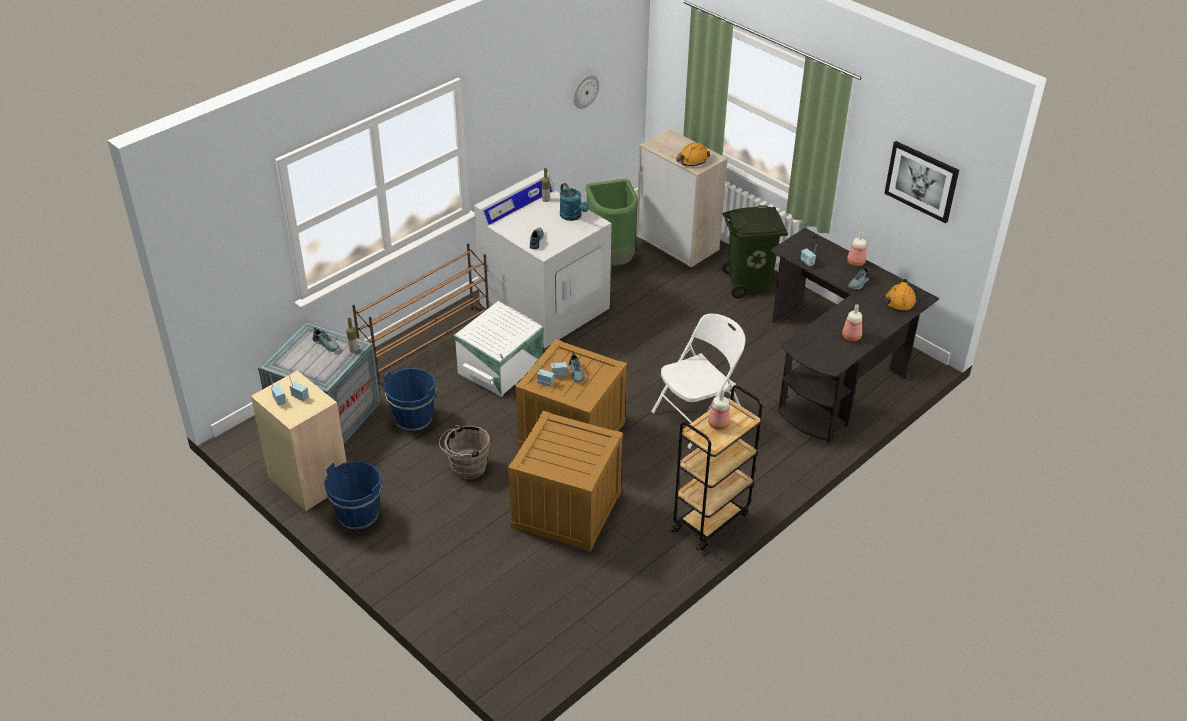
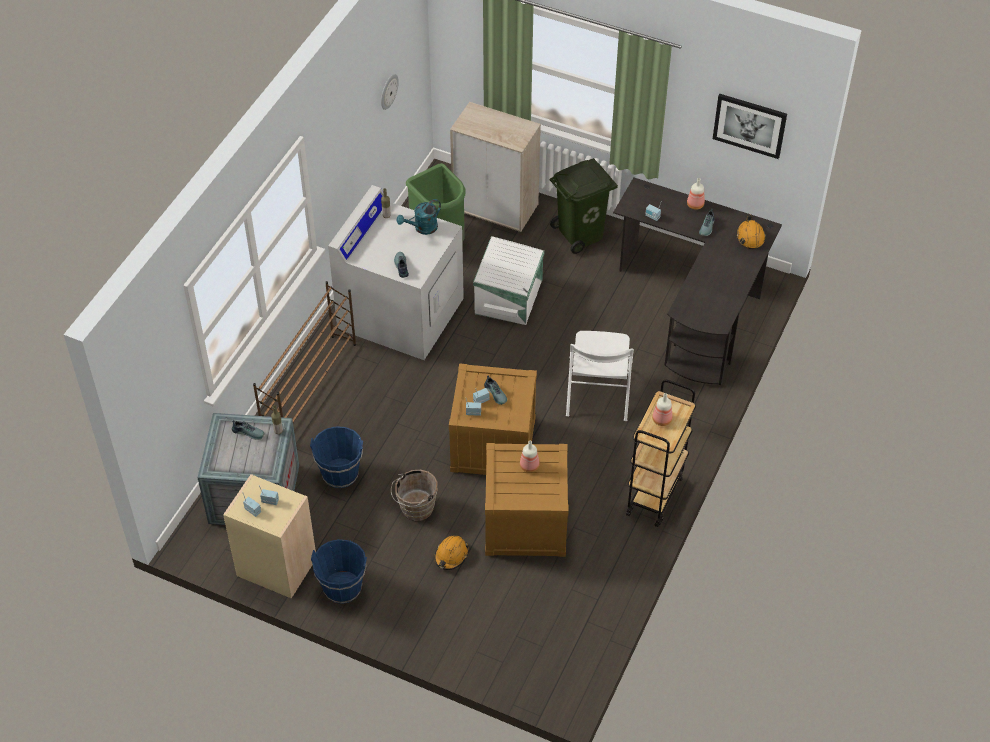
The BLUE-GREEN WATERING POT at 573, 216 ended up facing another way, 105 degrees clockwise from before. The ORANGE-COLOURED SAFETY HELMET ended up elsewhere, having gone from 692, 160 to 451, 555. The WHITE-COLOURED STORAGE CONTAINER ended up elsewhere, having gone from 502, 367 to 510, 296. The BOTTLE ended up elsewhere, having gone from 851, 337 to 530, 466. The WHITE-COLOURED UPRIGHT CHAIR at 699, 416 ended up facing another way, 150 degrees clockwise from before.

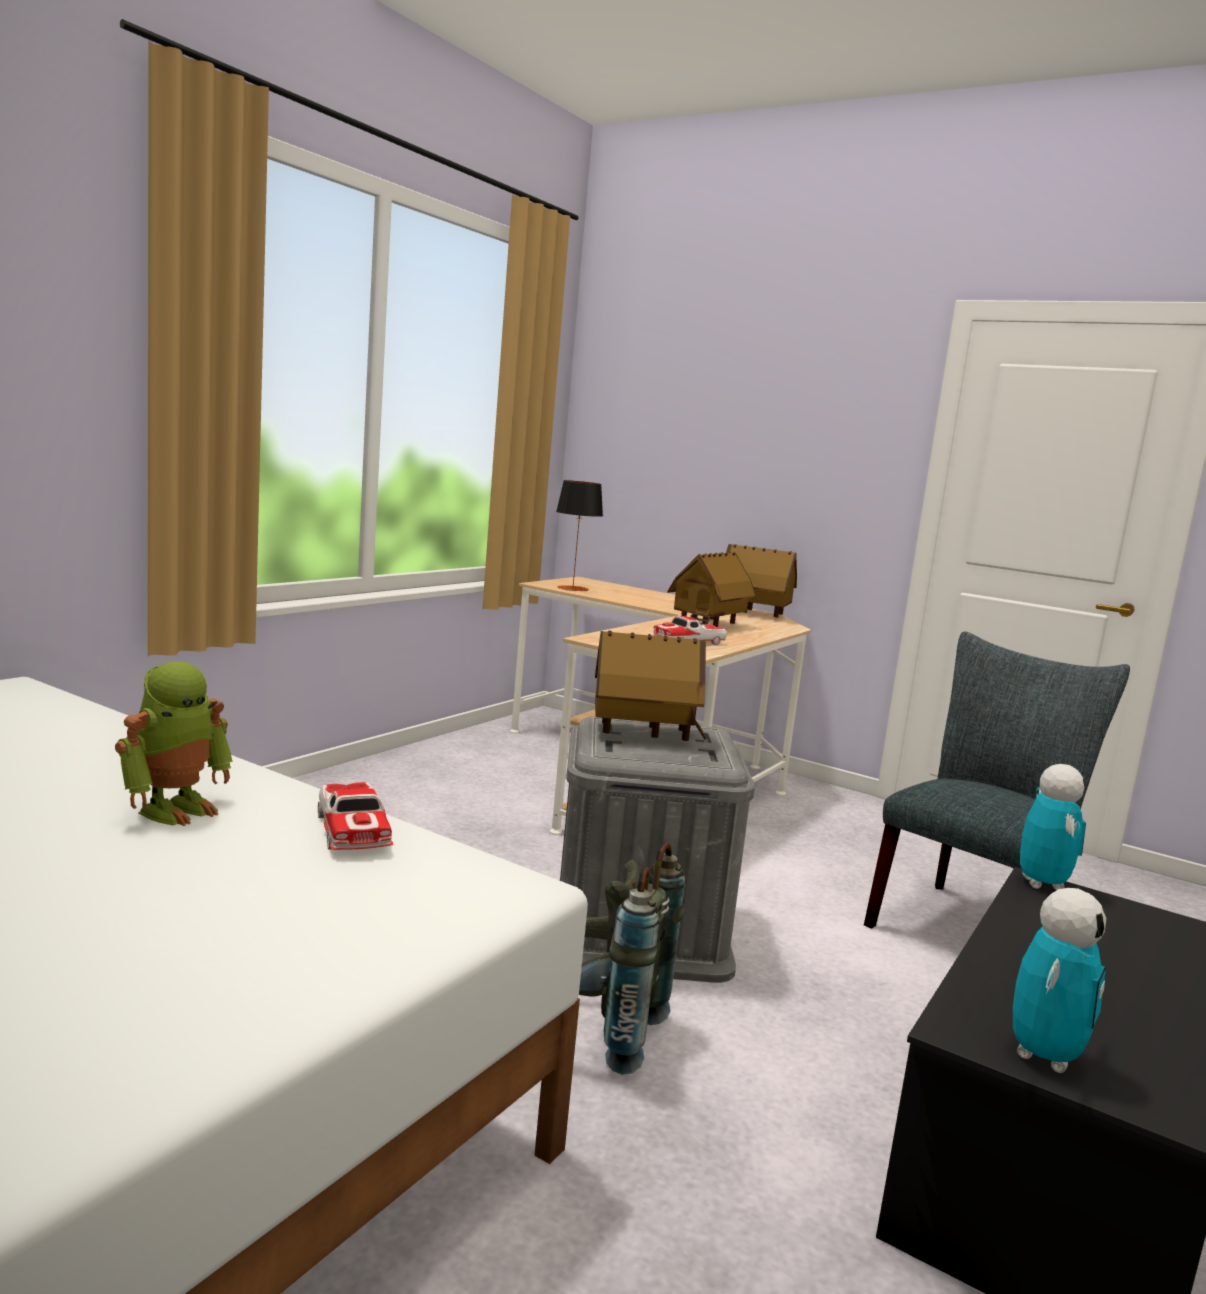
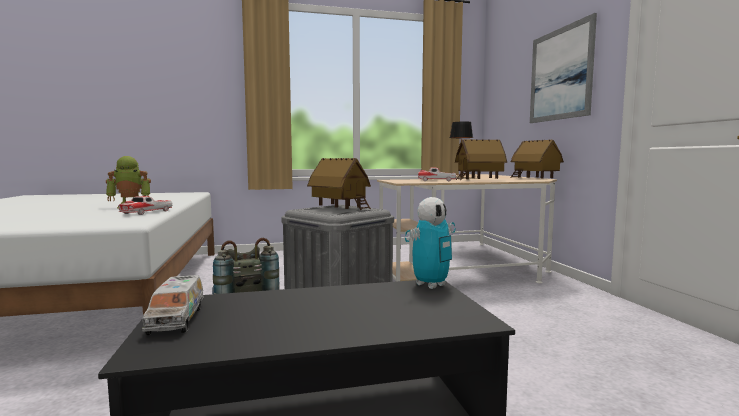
Where the TOY ROBOT stood at 1044, 1056, the MODEL TRUCK came to stand at 176, 319. The second view gained the WALL PICTURE at 560, 74. The second view lost the GREY UPRIGHT CHAIR at 970, 925.

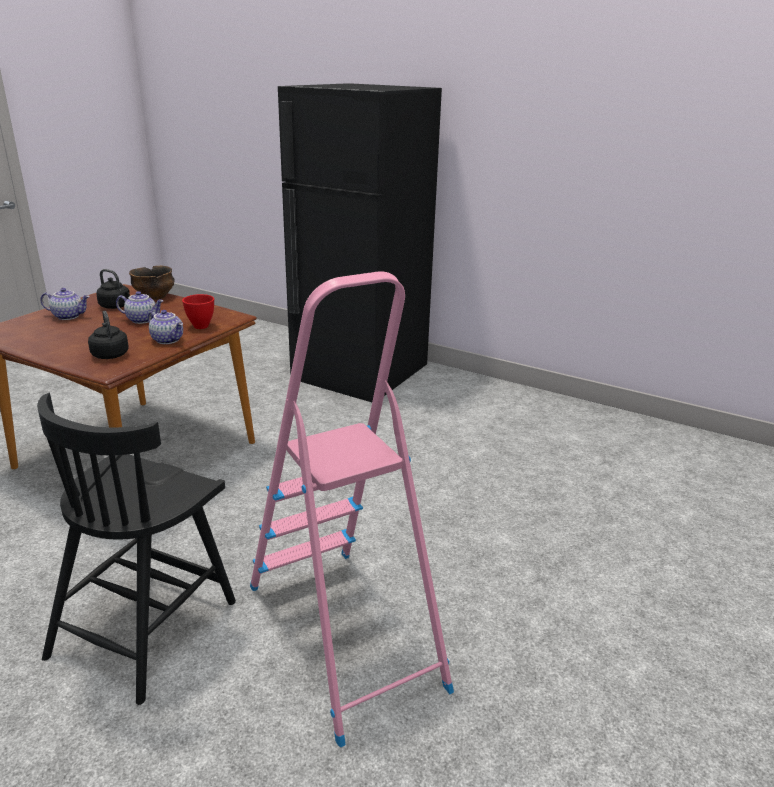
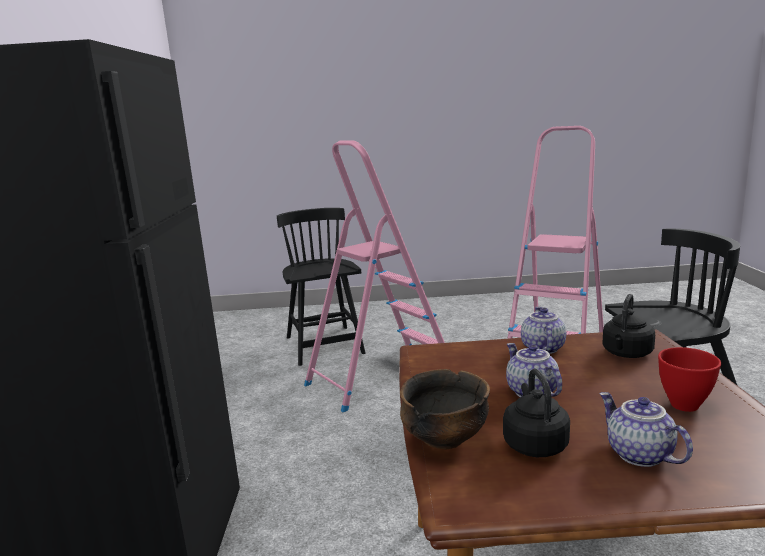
The second view gained the BLACK UPRIGHT CHAIR at 325, 346. The second view gained the PINK STEPLADDER at 381, 375. The RED-COLOURED DEEP DISH ended up elsewhere, having gone from 201, 326 to 683, 405.

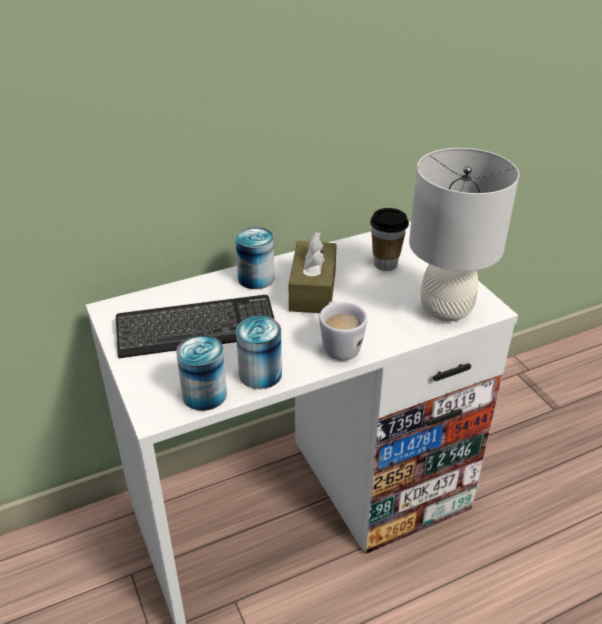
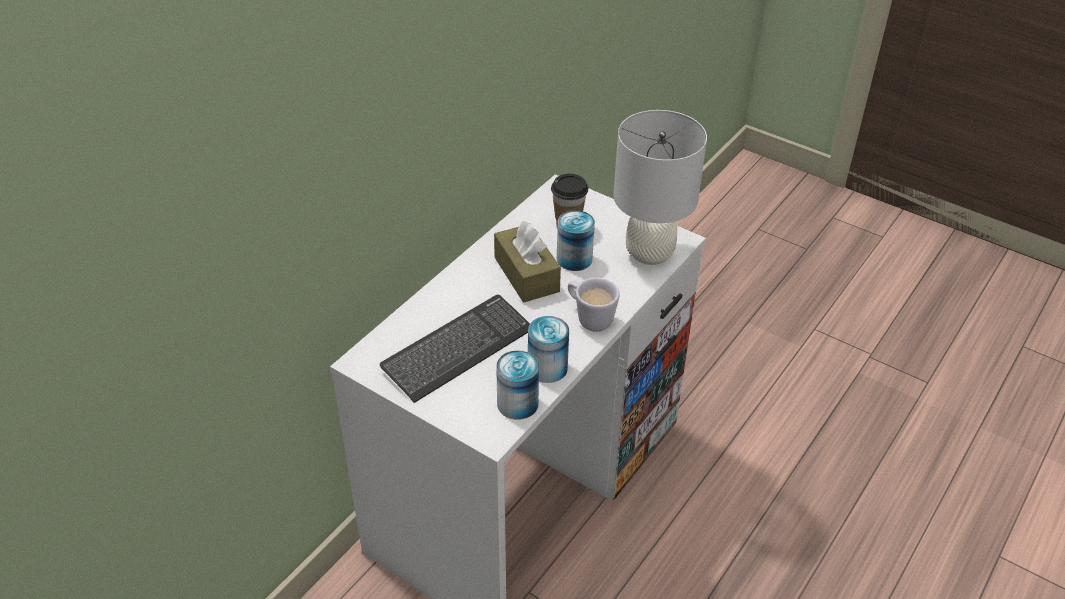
The METAL CAN ended up elsewhere, having gone from 256, 278 to 574, 259.

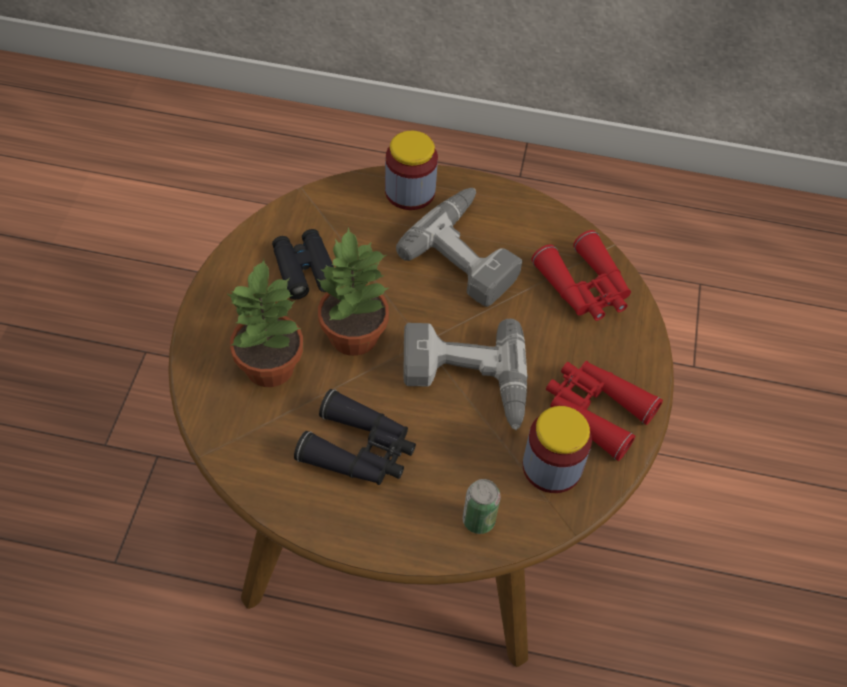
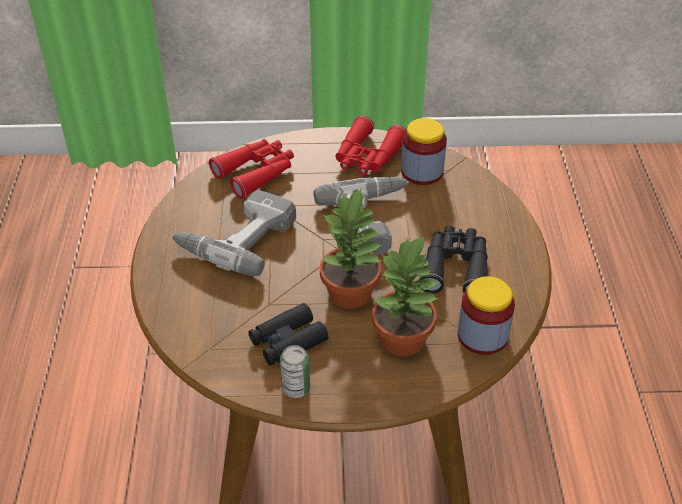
The METAL CAN ended up elsewhere, having gone from 478, 520 to 296, 388. The PRESERVE JAR ended up elsewhere, having gone from 410, 192 to 482, 335.

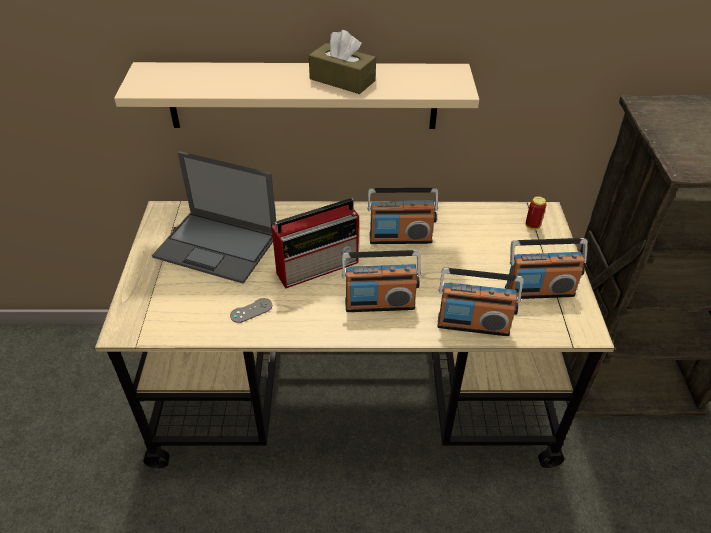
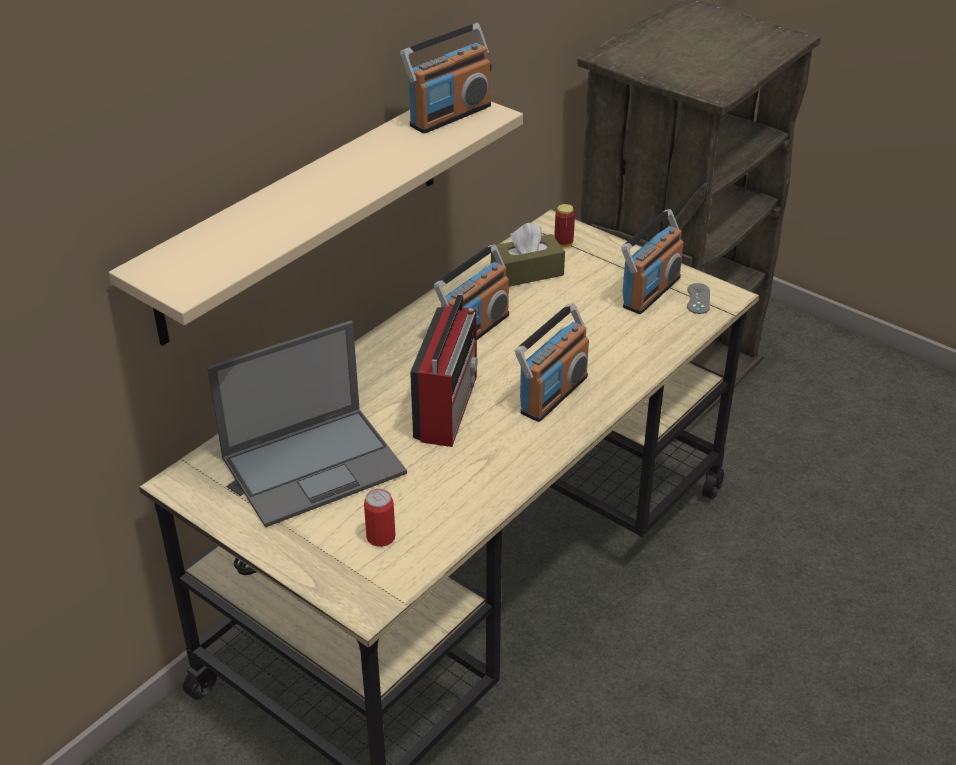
The second view gained the METAL CAN at 381, 537. The RADIO ended up elsewhere, having gone from 473, 324 to 449, 115. The BROWNISH TISSUE HOLDER ended up elsewhere, having gone from 342, 80 to 527, 272. The GREY GAMEPAD ended up elsewhere, having gone from 251, 310 to 698, 299.

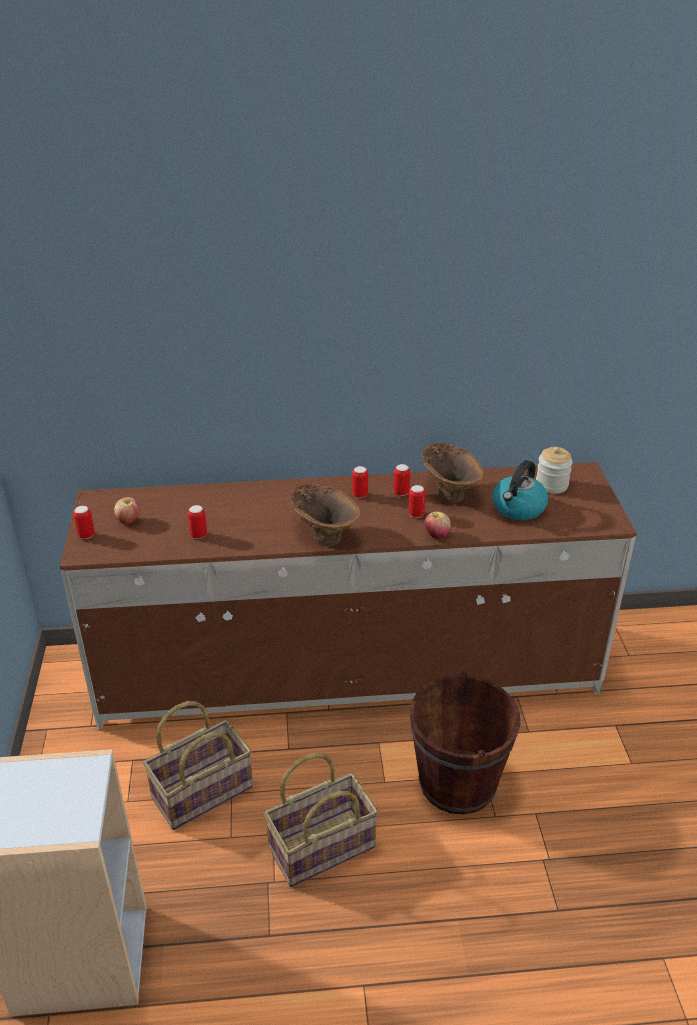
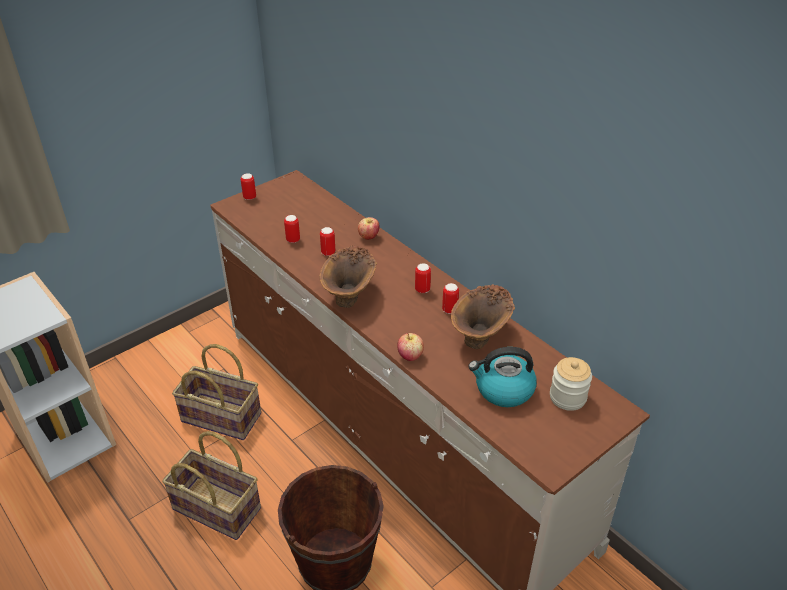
The METAL CAN ended up elsewhere, having gone from 416, 514 to 328, 252. The APPLE FRUIT ended up elsewhere, having gone from 128, 520 to 368, 237.

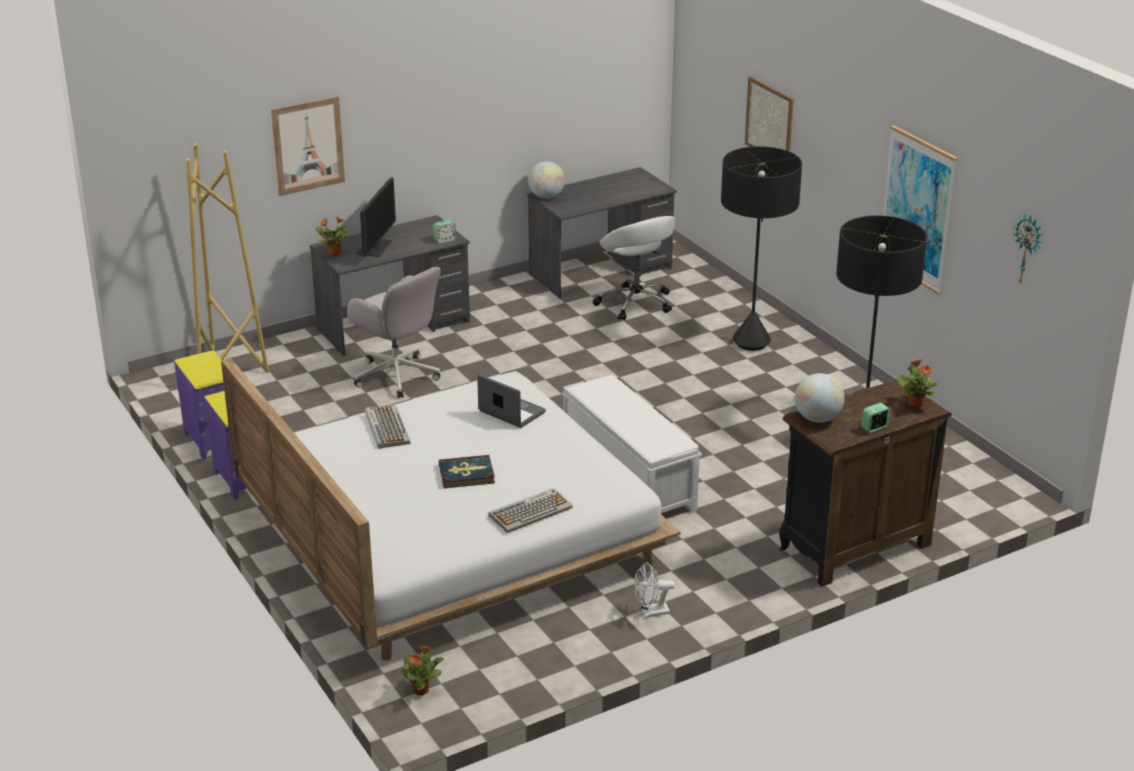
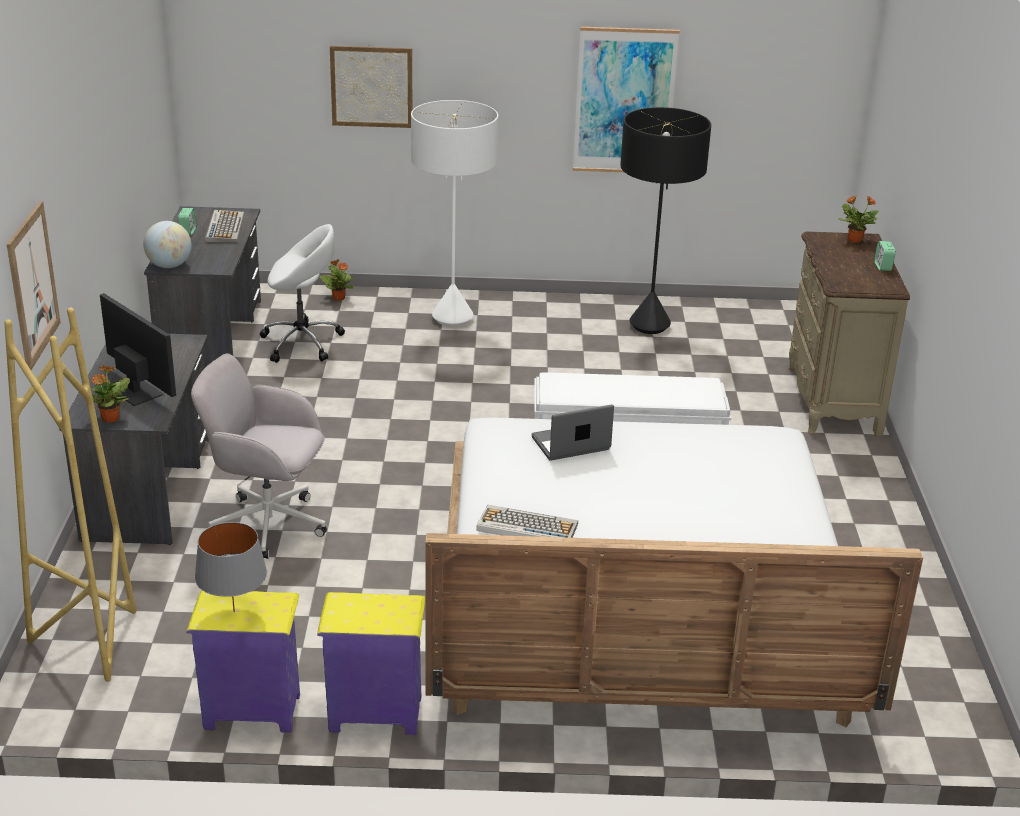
The ALARM CLOCK ended up elsewhere, having gone from 444, 240 to 188, 231. The GREY OFFICE CHAIR at 397, 377 ended up facing another way, 150 degrees counterclockwise from before. The second view gained the GREY TABLE LAMP at 234, 611. The COMPUTER KEYBOARD ended up elsewhere, having gone from 531, 511 to 224, 228. The HOUSEPLANT ended up elsewhere, having gone from 421, 690 to 338, 298. What was the BLACK STANDING LAMP at 751, 343 turned into the WHITE-COLOURED STANDING LAMP at 452, 319. What was the BLACK DRESSER at 852, 545 turned into the SAND-COLOURED DRESSER at 830, 400. The second view lost the BOUND BOOK at 466, 474. The second view lost the WHITE-COLOURED ELECTRIC FAN at 651, 612. The second view lost the DESK GLOBE at 817, 419. The second view lost the CLOCK ON THE WALL at 1028, 249.

